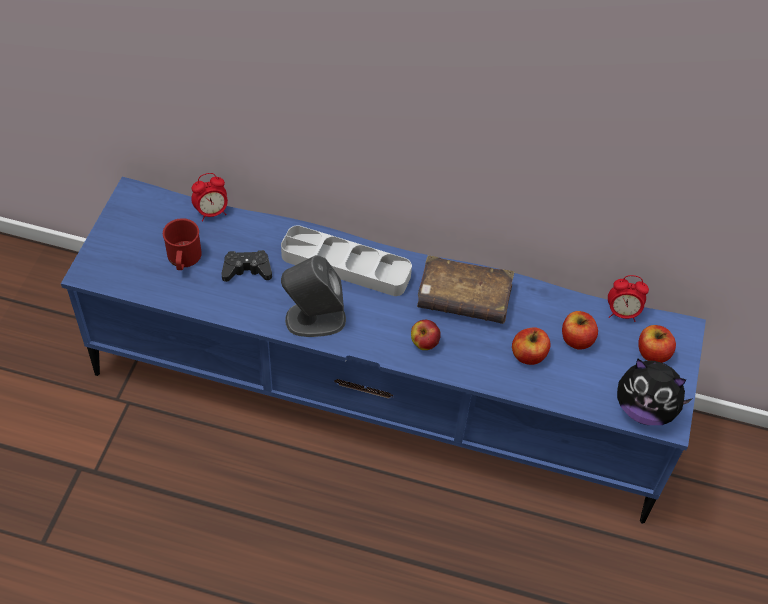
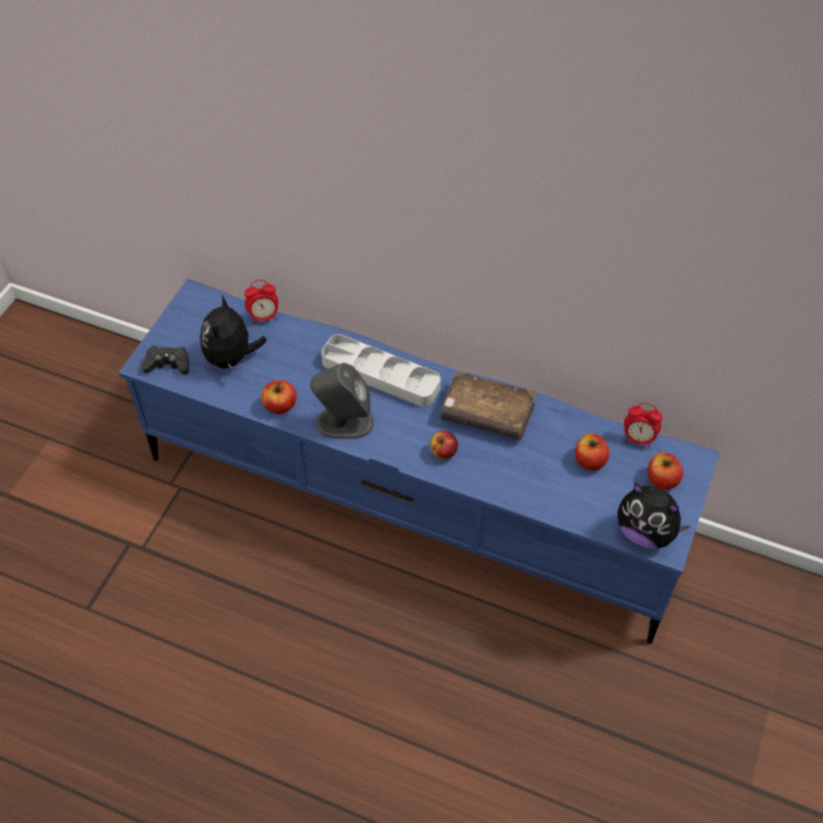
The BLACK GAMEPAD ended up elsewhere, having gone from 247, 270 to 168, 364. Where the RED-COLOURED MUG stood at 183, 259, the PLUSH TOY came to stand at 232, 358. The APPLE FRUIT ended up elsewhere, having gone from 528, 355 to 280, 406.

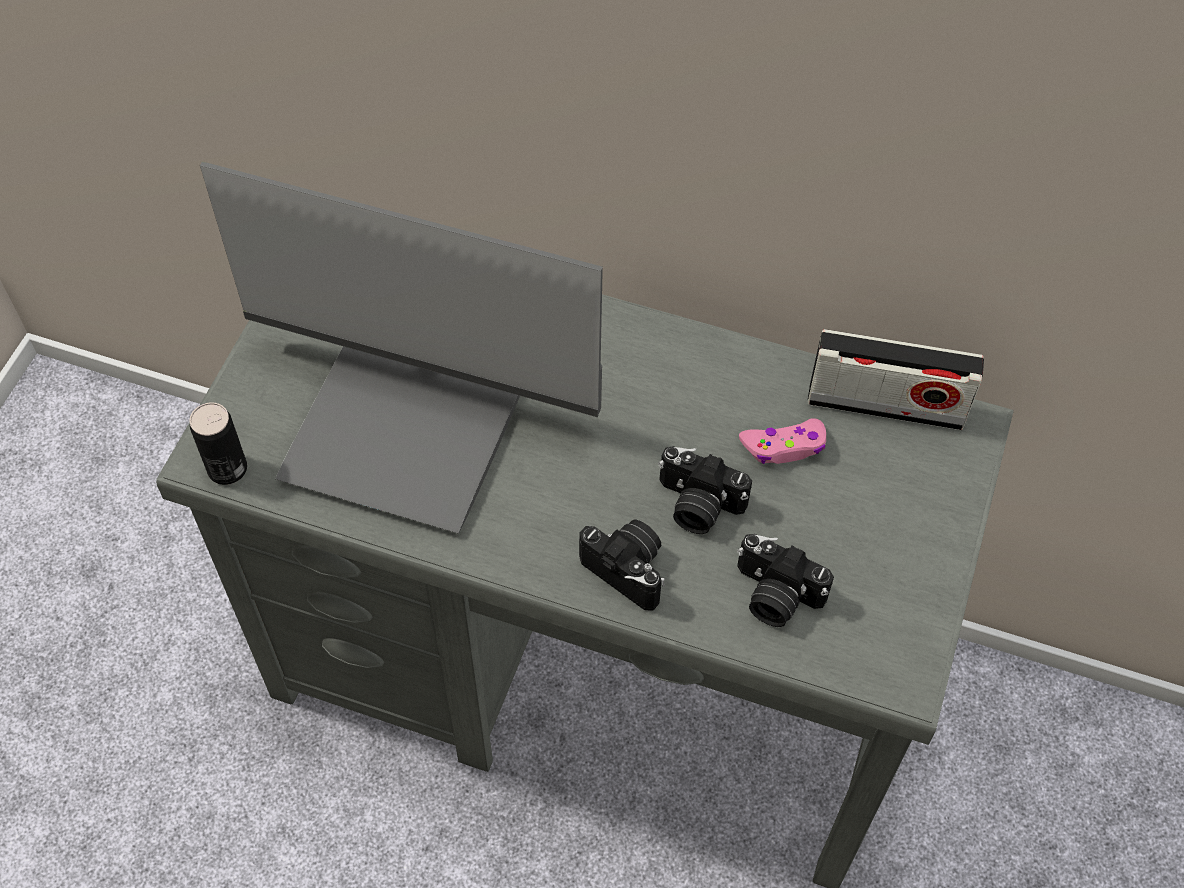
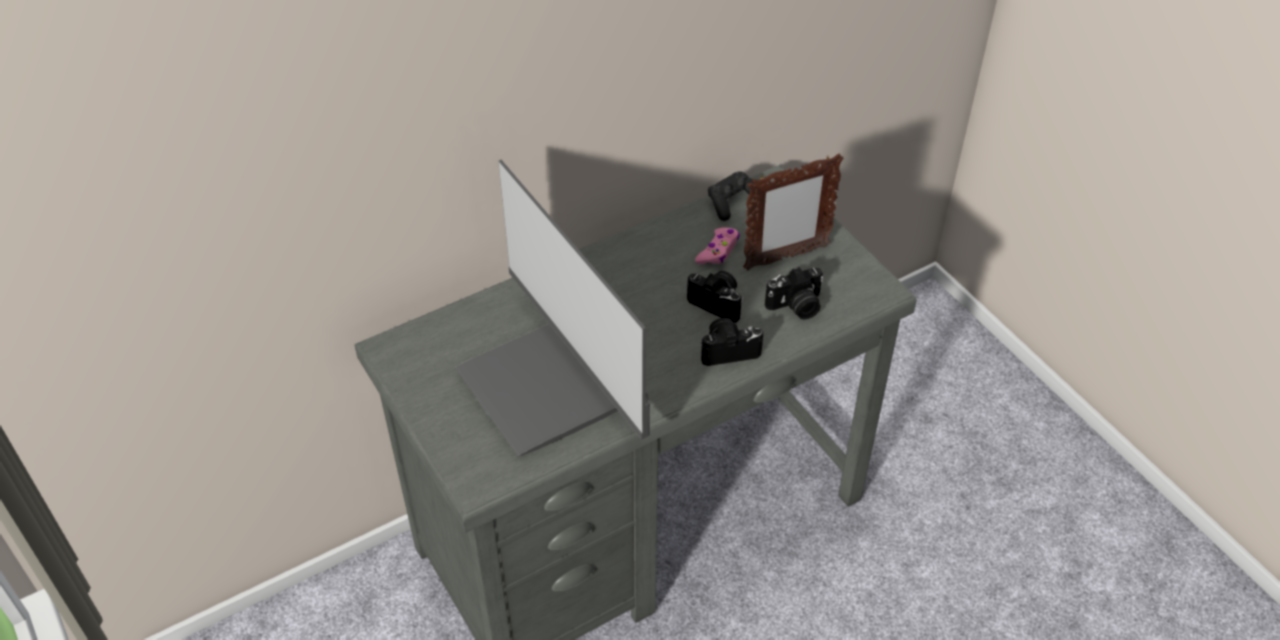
The MONITOR at 408, 425 ended up facing another way, 90 degrees clockwise from before. The PHOTO CAMERA at 697, 506 ended up facing another way, 120 degrees counterclockwise from before. Where the RADIO stood at 885, 405, the BLACK GAMEPAD came to stand at 732, 202. The second view gained the PHOTO FRAME at 785, 257. The second view lost the METAL CAN at 227, 469.

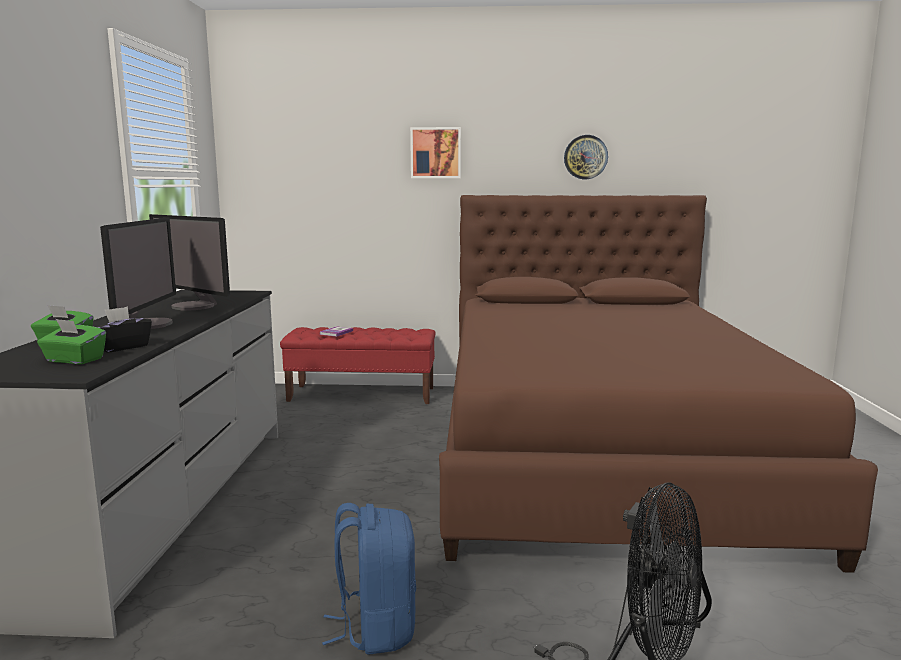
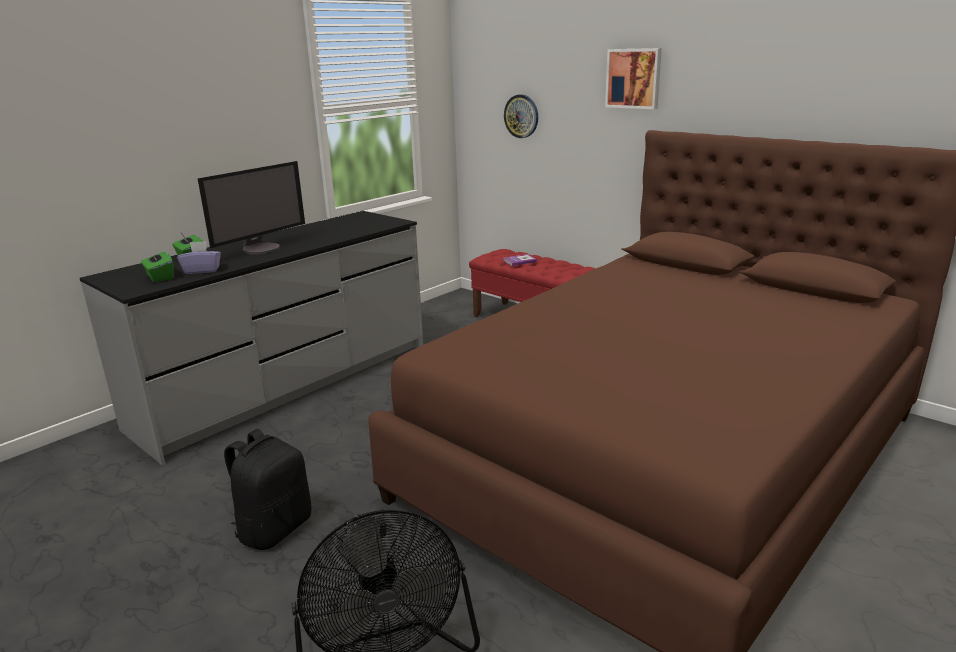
What was the BLACK TISSUE HOLDER at 122, 347 turned into the PURPLE-COLOURED TISSUE HOLDER at 202, 270. What was the BLUE KNAPSACK at 376, 628 turned into the BLACK KNAPSACK at 274, 528. The CLOCK ON THE WALL ended up elsewhere, having gone from 585, 157 to 521, 116. The second view lost the MONITOR at 194, 306.

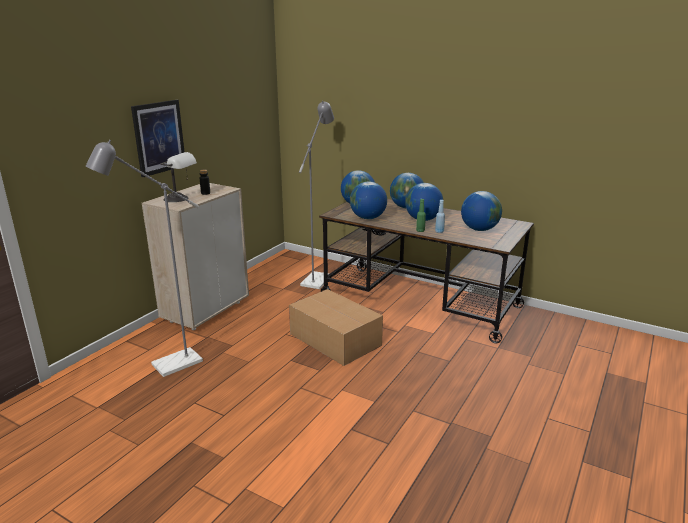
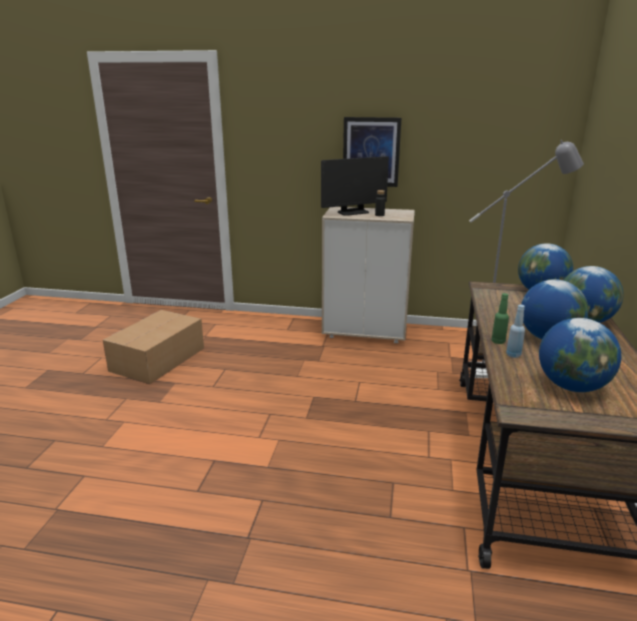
The CARDBOARD BOX ended up elsewhere, having gone from 334, 338 to 159, 359. Where the TABLE LAMP stood at 180, 199, the MONITOR came to stand at 353, 212. The second view lost the GREY STANDING LAMP at 169, 366. The second view lost the DESK GLOBE at 368, 218.

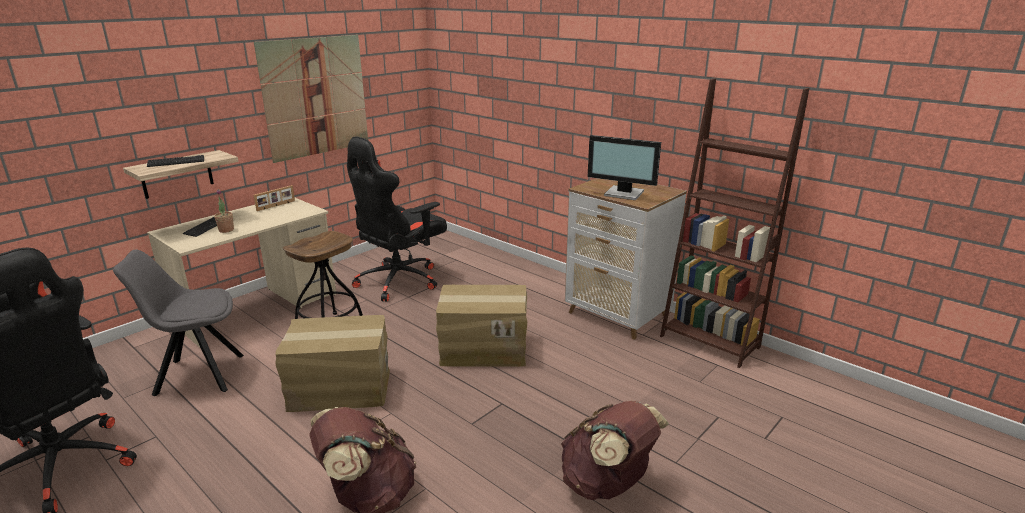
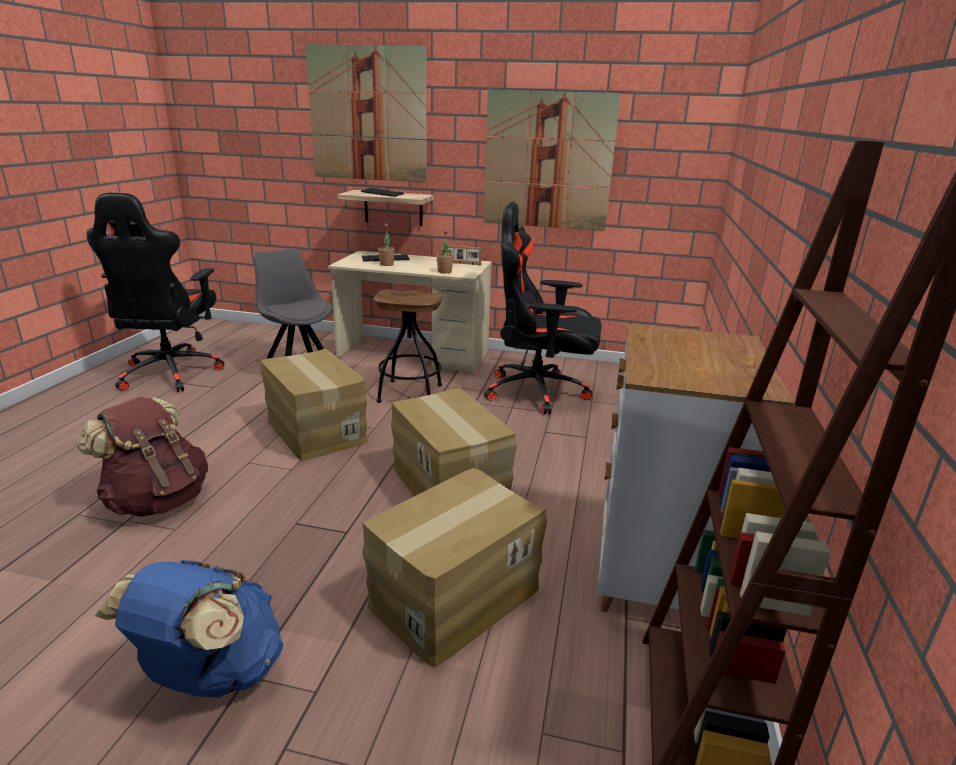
What was the BROWNISH KNAPSACK at 607, 484 turned into the BLUE KNAPSACK at 210, 675. The second view gained the WALL PICTURE at 367, 115. The second view gained the CARDBOARD BOX at 453, 596. The second view gained the HOUSEPLANT at 444, 272. The second view lost the MONITOR at 624, 194.

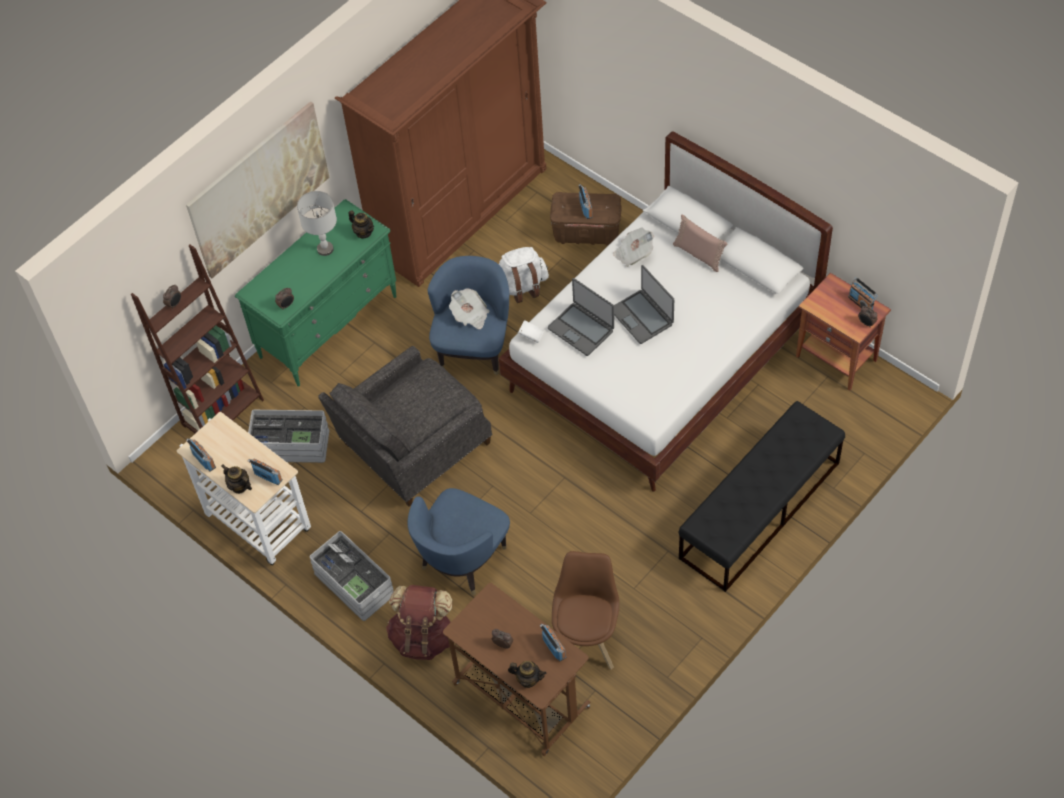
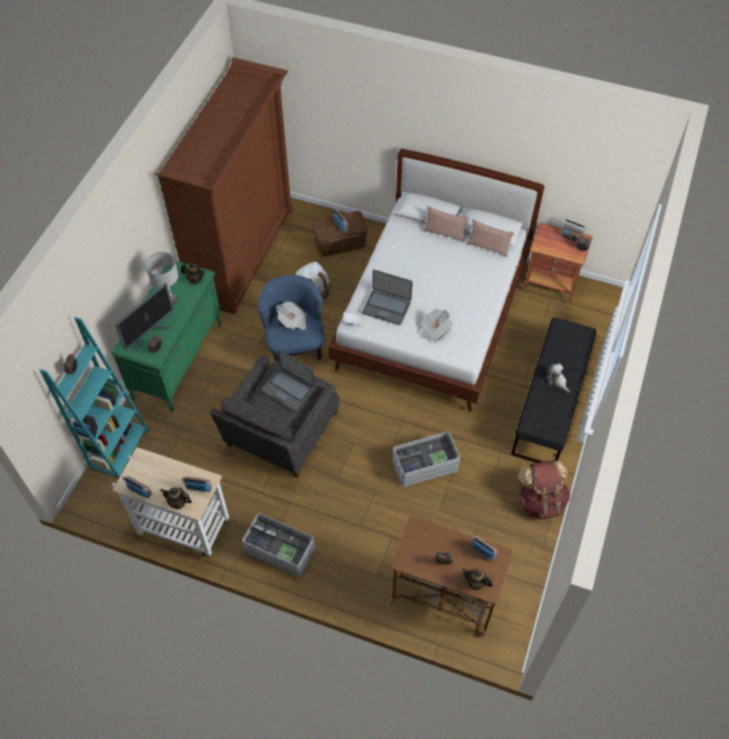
What was the BROWNISH SHELVING UNIT at 222, 412 turned into the BLUE-GREEN SHELVING UNIT at 119, 449. The second view gained the MONITOR at 149, 334. The PORTABLE COMPUTER ended up elsewhere, having gone from 642, 317 to 288, 389. The GREY STORAGE CONTAINER ended up elsewhere, having gone from 290, 445 to 425, 466. The NEWSPAPER ended up elsewhere, having gone from 633, 253 to 434, 331. The POT FOR TEA at 528, 679 ended up facing another way, 150 degrees counterclockwise from before. The second view gained the SAND-COLOURED PILLOW at 488, 247. The BROWNISH KNAPSACK ended up elsewhere, having gone from 423, 637 to 540, 501. The second view gained the PLUSH TOY at 557, 381. The second view lost the WALL PICTURE at 259, 189. The second view lost the BLUE EASY CHAIR at 462, 559. The second view lost the BROWNISH UPRIGHT CHAIR at 587, 639.

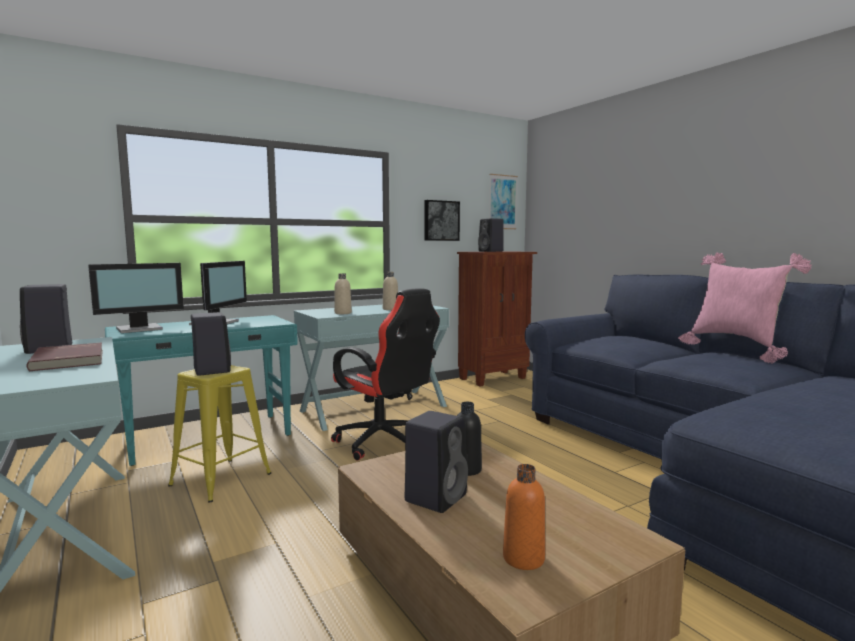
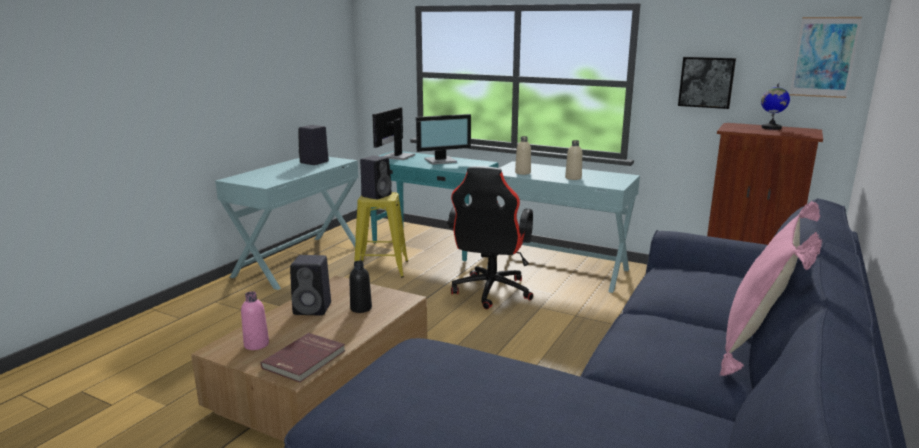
What was the ORANGE-COLOURED BOTTLE at 523, 558 turned into the PINK BOTTLE at 256, 344. The RED-COLOURED BOUND BOOK ended up elsewhere, having gone from 70, 360 to 305, 360. The MONITOR at 140, 329 ended up facing another way, 90 degrees clockwise from before. Where the BLACK AUDIO SPEAKER stood at 491, 251, the DESK GLOBE came to stand at 771, 128.

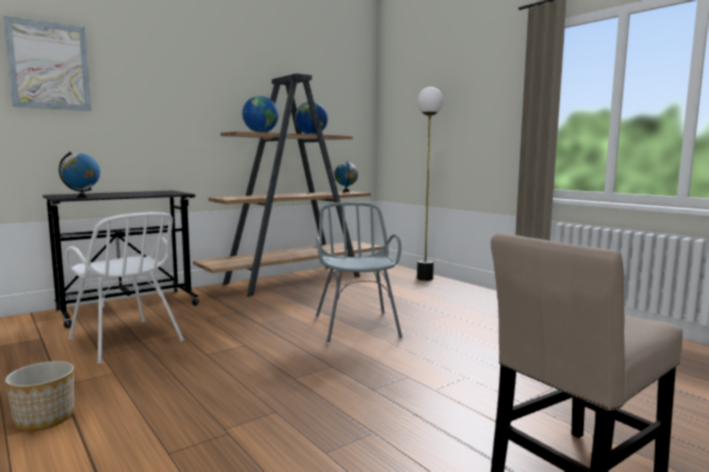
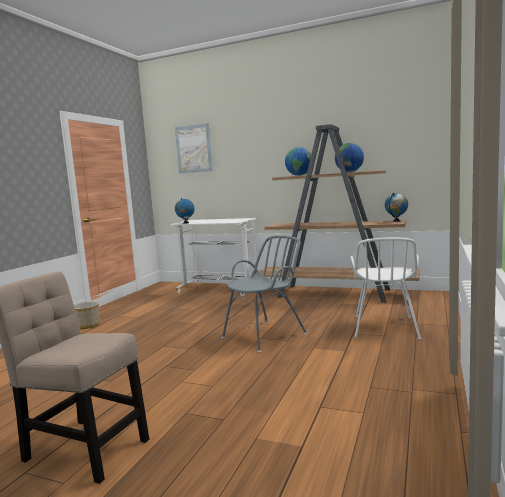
What was the BLACK DESK UNIT at 128, 307 turned into the WHITE-COLOURED DESK UNIT at 219, 289. The WHITE-COLOURED UPRIGHT CHAIR ended up elsewhere, having gone from 127, 341 to 385, 328. The second view lost the STANDING LAMP at 424, 278.

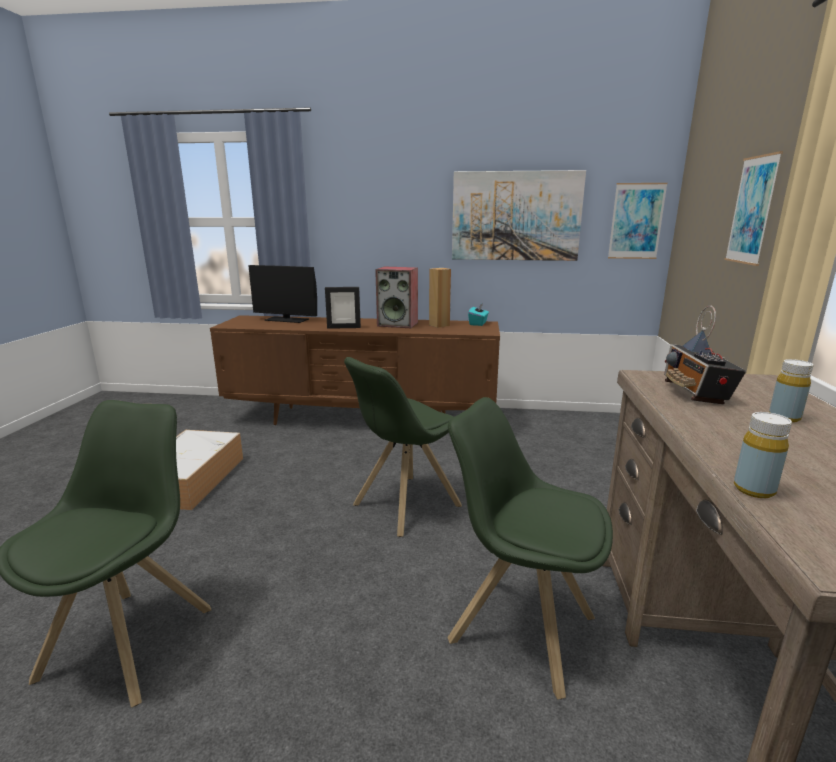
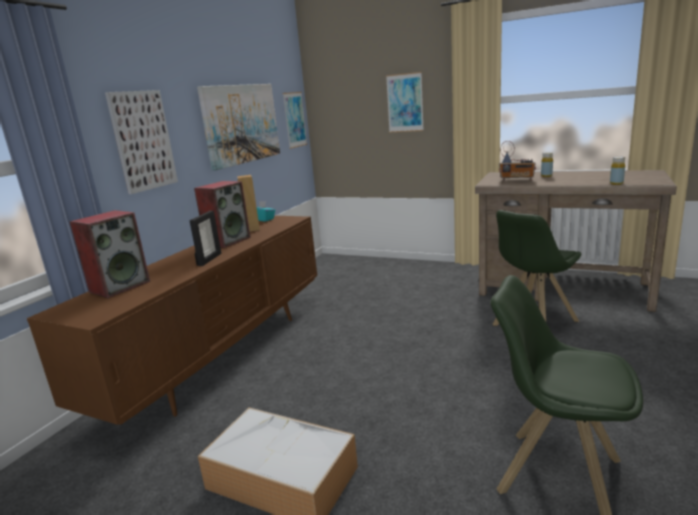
Where the MONITOR stood at 286, 320, the AUDIO SPEAKER came to stand at 120, 286. The second view gained the WALL PICTURE at 143, 141. The second view lost the GREENISH UPRIGHT CHAIR at 405, 505.

